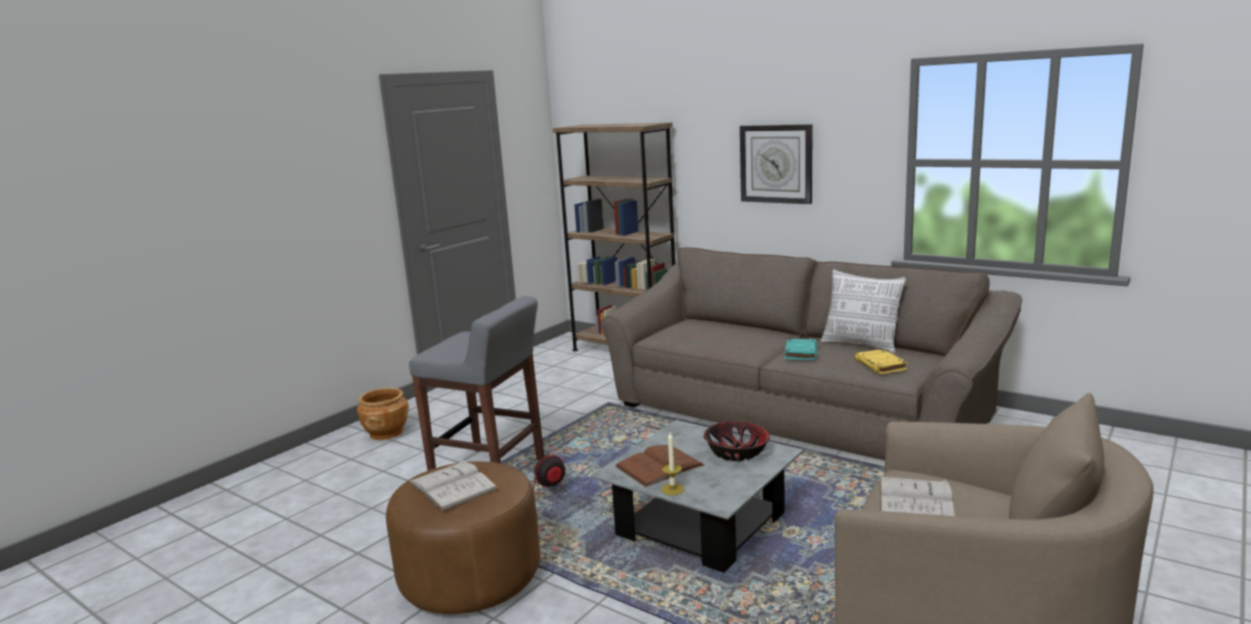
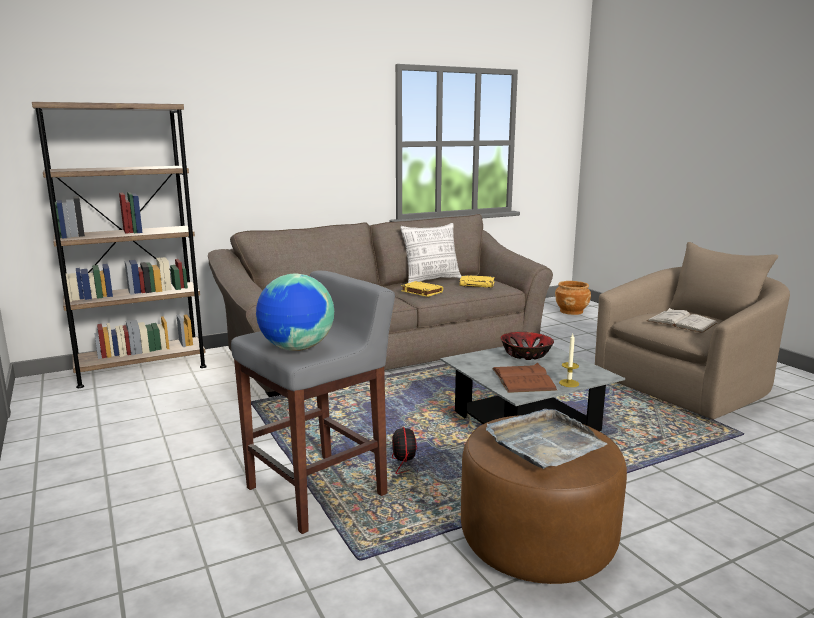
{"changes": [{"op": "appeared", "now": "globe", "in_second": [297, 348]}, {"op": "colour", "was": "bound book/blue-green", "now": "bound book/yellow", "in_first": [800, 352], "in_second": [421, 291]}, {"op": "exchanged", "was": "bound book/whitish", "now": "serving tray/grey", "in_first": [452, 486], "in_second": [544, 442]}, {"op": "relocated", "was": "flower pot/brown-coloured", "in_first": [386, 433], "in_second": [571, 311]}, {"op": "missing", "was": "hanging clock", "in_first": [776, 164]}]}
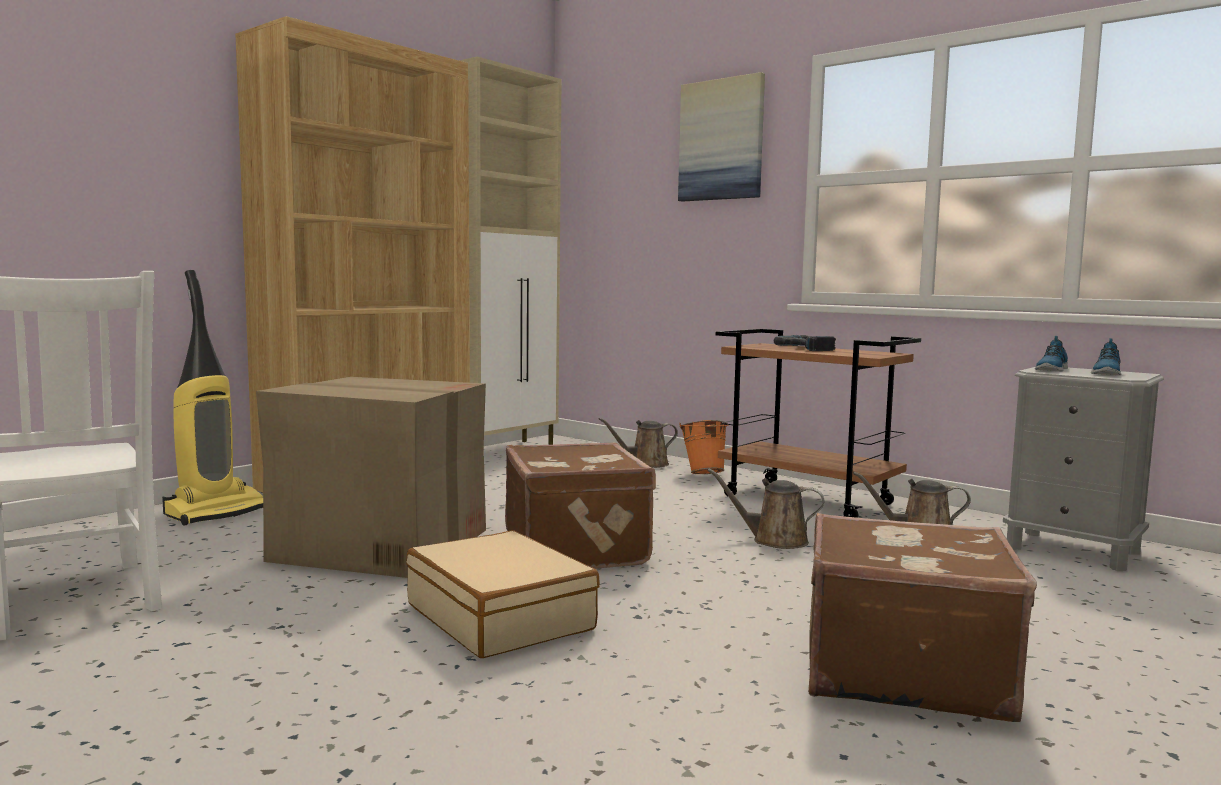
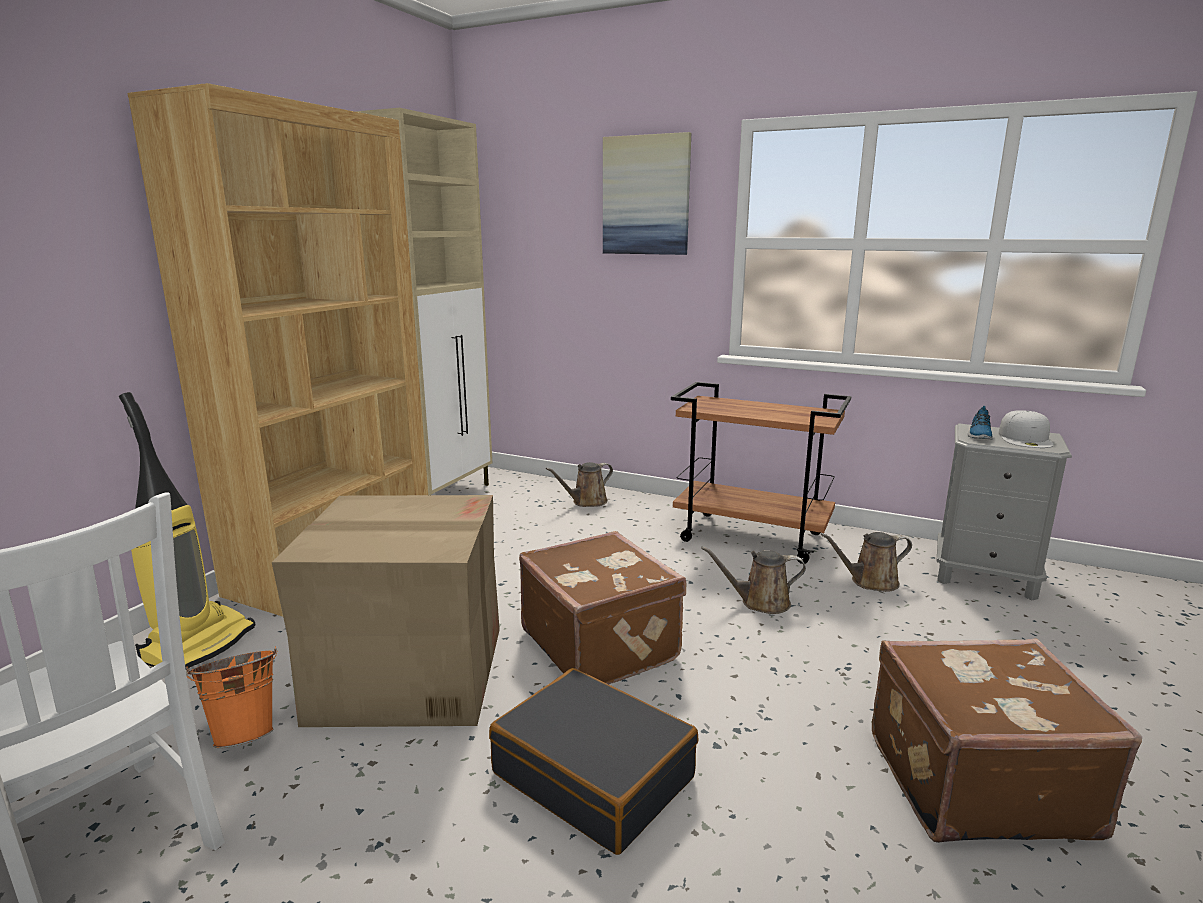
{"changes": [{"op": "relocated", "was": "water bucket/orangey", "in_first": [704, 474], "in_second": [246, 732]}, {"op": "colour", "was": "piece of luggage/sand-coloured", "now": "piece of luggage/blackish", "in_first": [501, 617], "in_second": [594, 775]}, {"op": "exchanged", "was": "item of footwear", "now": "cap/whitish", "in_first": [1106, 373], "in_second": [1025, 439]}, {"op": "missing", "was": "electric drill", "in_first": [809, 348]}]}
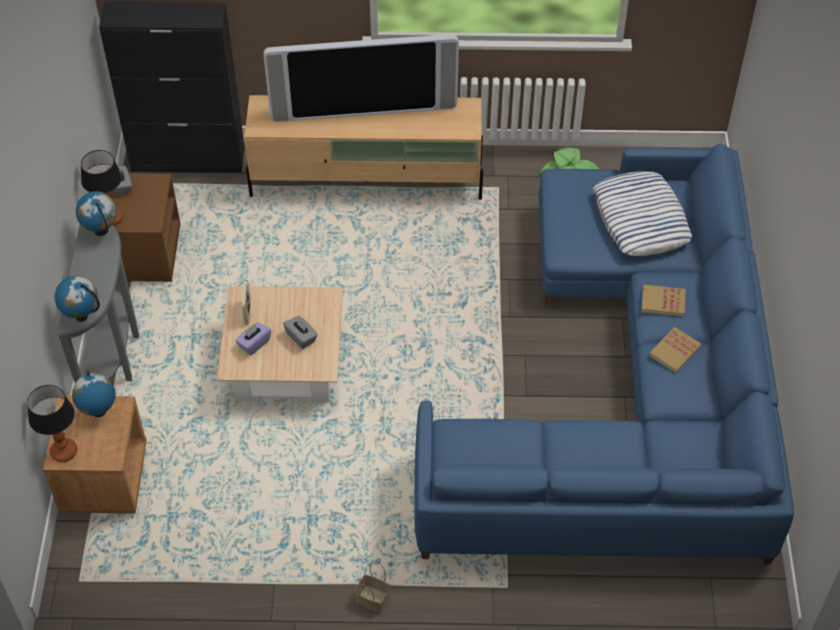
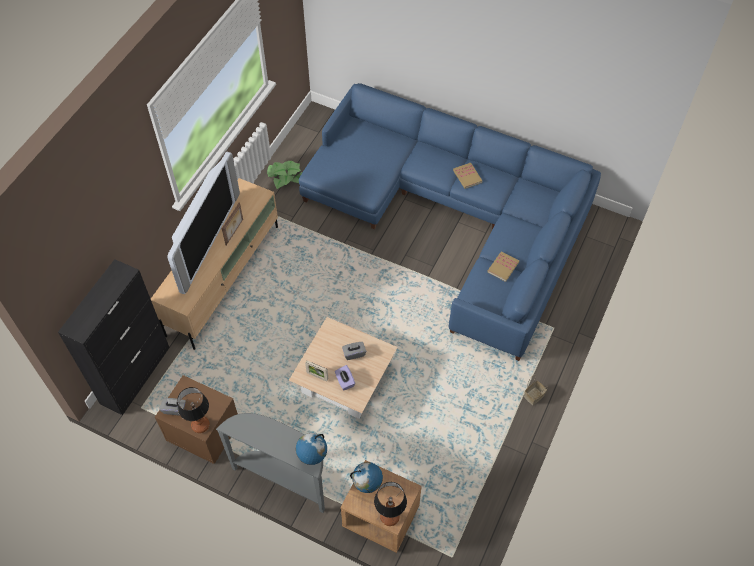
{"changes": [{"op": "appeared", "now": "picture frame", "in_second": [235, 232]}, {"op": "relocated", "was": "bound book", "in_first": [663, 302], "in_second": [503, 267]}, {"op": "missing", "was": "globe", "in_first": [101, 231]}, {"op": "missing", "was": "cushion", "in_first": [641, 219]}]}
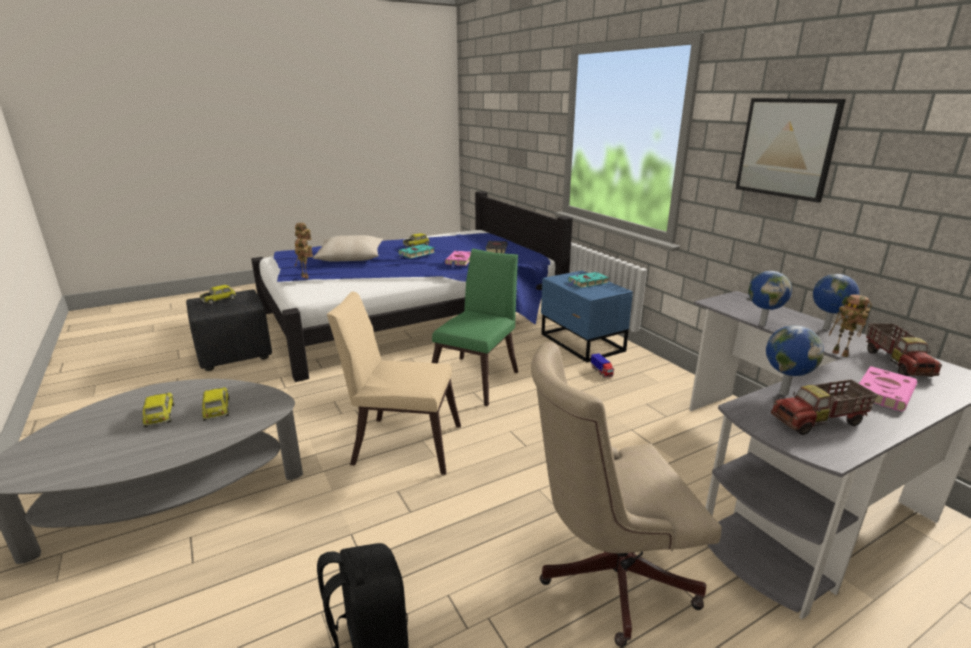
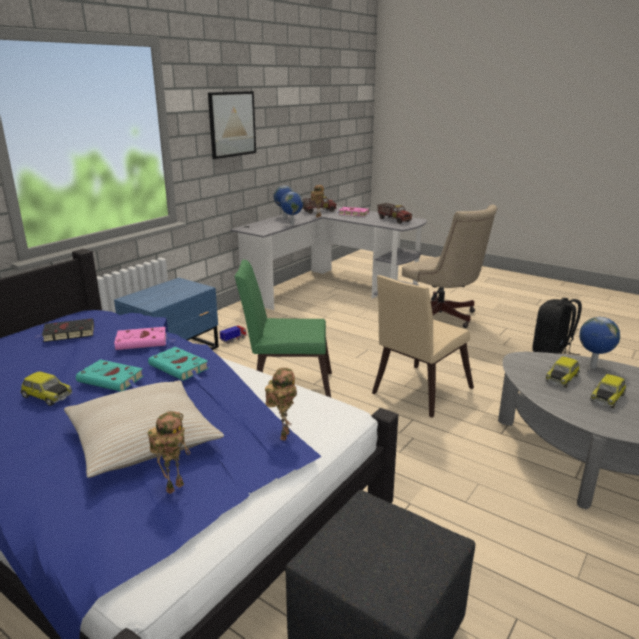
{"changes": [{"op": "relocated", "was": "bound book/blue-green", "in_first": [587, 282], "in_second": [180, 367]}, {"op": "spun", "was": "chair/sand-coloured", "in_first": [401, 443], "in_second": [417, 392], "clockwise": 60}, {"op": "relocated", "was": "globe", "in_first": [782, 392], "in_second": [592, 367]}, {"op": "missing", "was": "toy car", "in_first": [219, 300]}]}
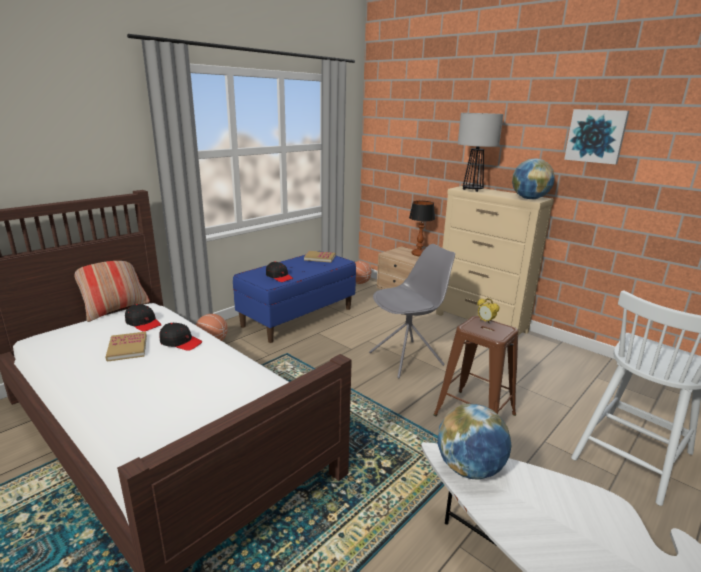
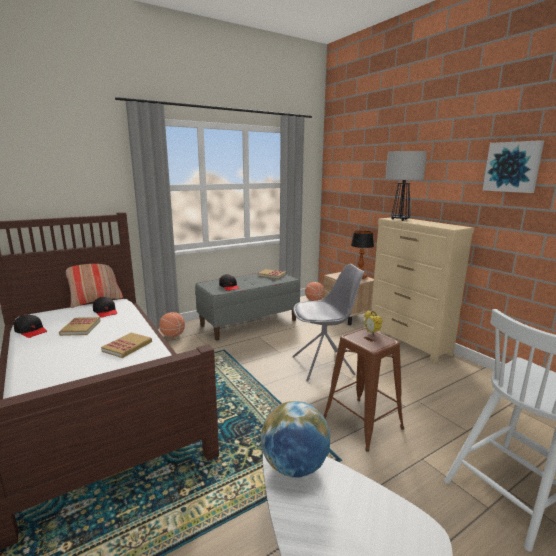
{"changes": [{"op": "relocated", "was": "cap/blackish", "in_first": [180, 342], "in_second": [31, 331]}, {"op": "appeared", "now": "bound book", "in_second": [127, 346]}, {"op": "colour", "was": "long seat/blue", "now": "long seat/grey", "in_first": [298, 317], "in_second": [249, 322]}, {"op": "missing", "was": "globe", "in_first": [529, 199]}]}
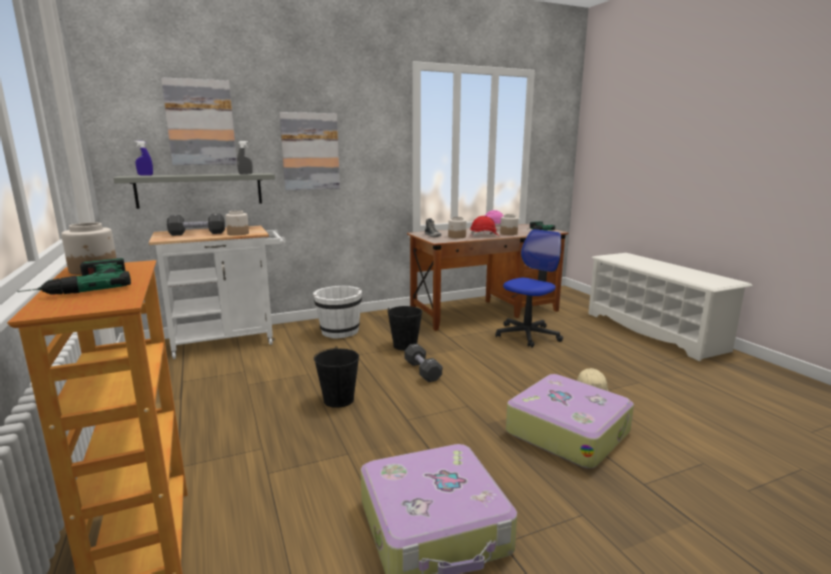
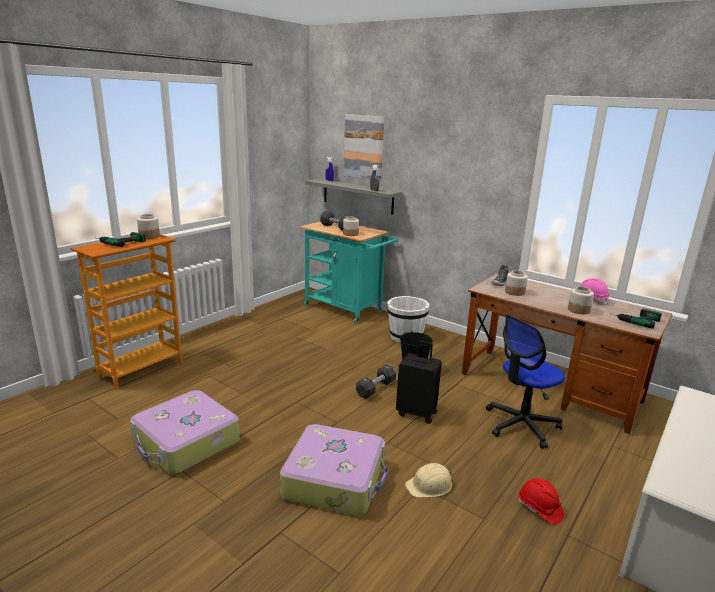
{"changes": [{"op": "colour", "was": "wheeled cart/whitish", "now": "wheeled cart/blue-green", "in_first": [230, 340], "in_second": [346, 309]}, {"op": "appeared", "now": "piece of luggage/blackish", "in_second": [417, 413]}, {"op": "spun", "was": "office chair", "in_first": [527, 335], "in_second": [521, 425], "clockwise": 135}, {"op": "relocated", "was": "hard hat/red-coloured", "in_first": [484, 236], "in_second": [539, 509]}, {"op": "missing", "was": "picture", "in_first": [310, 151]}, {"op": "missing", "was": "water bucket/blackish", "in_first": [339, 399]}]}
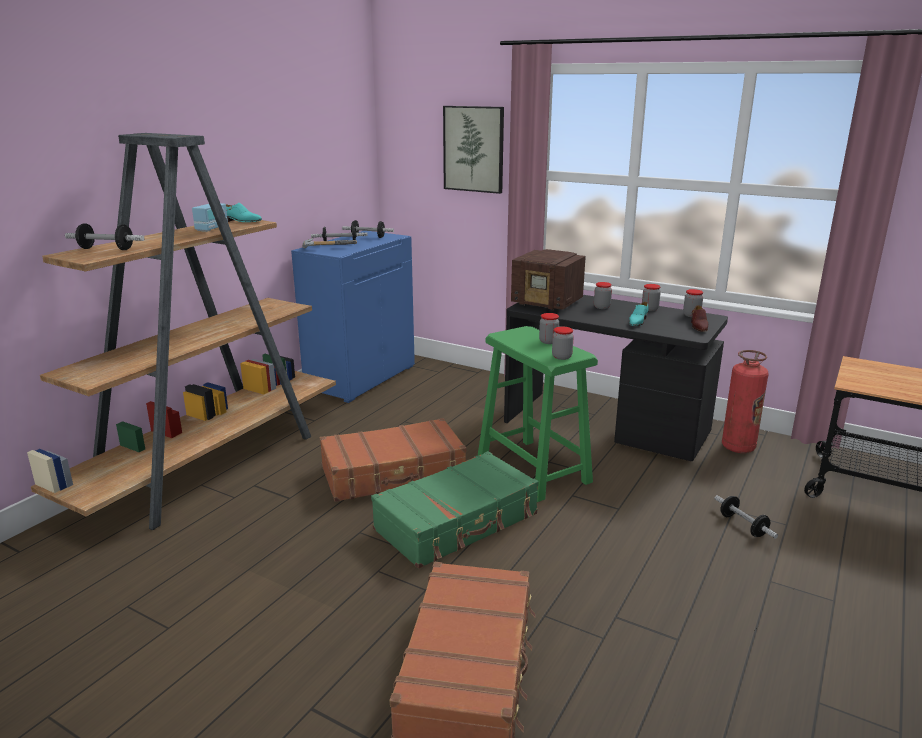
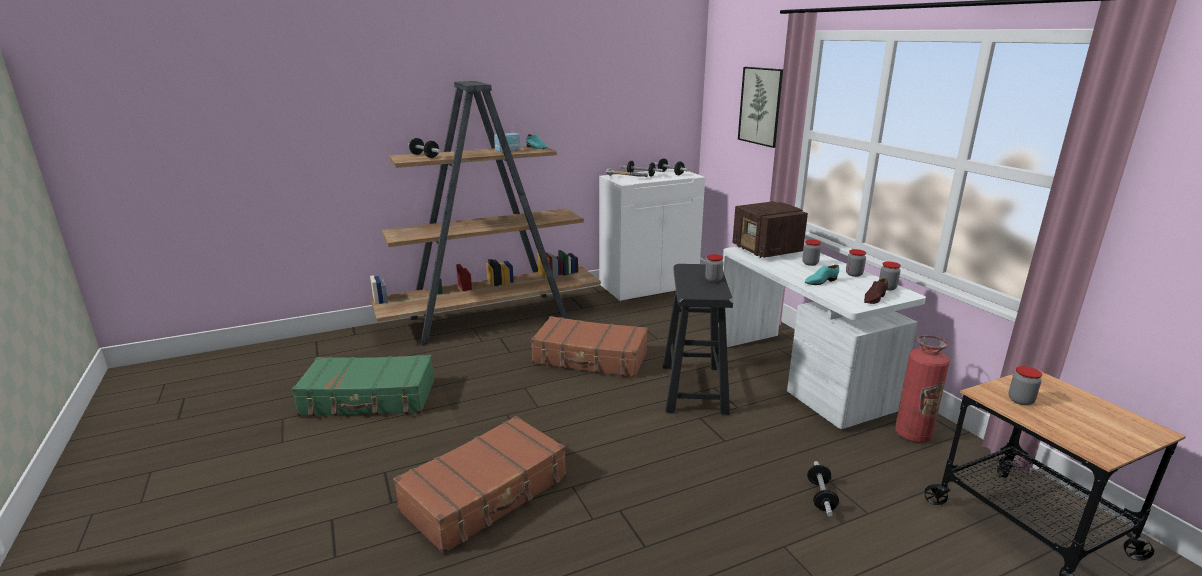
{"changes": [{"op": "relocated", "was": "piece of luggage/greenish", "in_first": [457, 522], "in_second": [369, 398]}, {"op": "colour", "was": "storage cabinet/blue", "now": "storage cabinet/whitish", "in_first": [360, 377], "in_second": [648, 287]}, {"op": "colour", "was": "stool/greenish", "now": "stool/blackish", "in_first": [532, 469], "in_second": [694, 388]}, {"op": "colour", "was": "desk unit/blackish", "now": "desk unit/whitish", "in_first": [606, 426], "in_second": [800, 377]}, {"op": "relocated", "was": "jar", "in_first": [561, 357], "in_second": [1020, 400]}]}
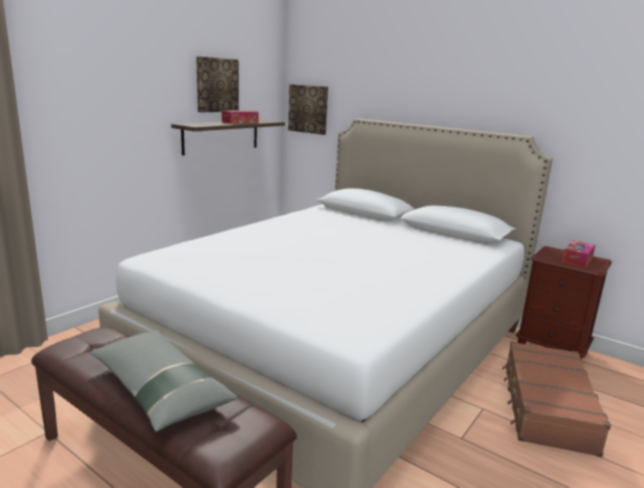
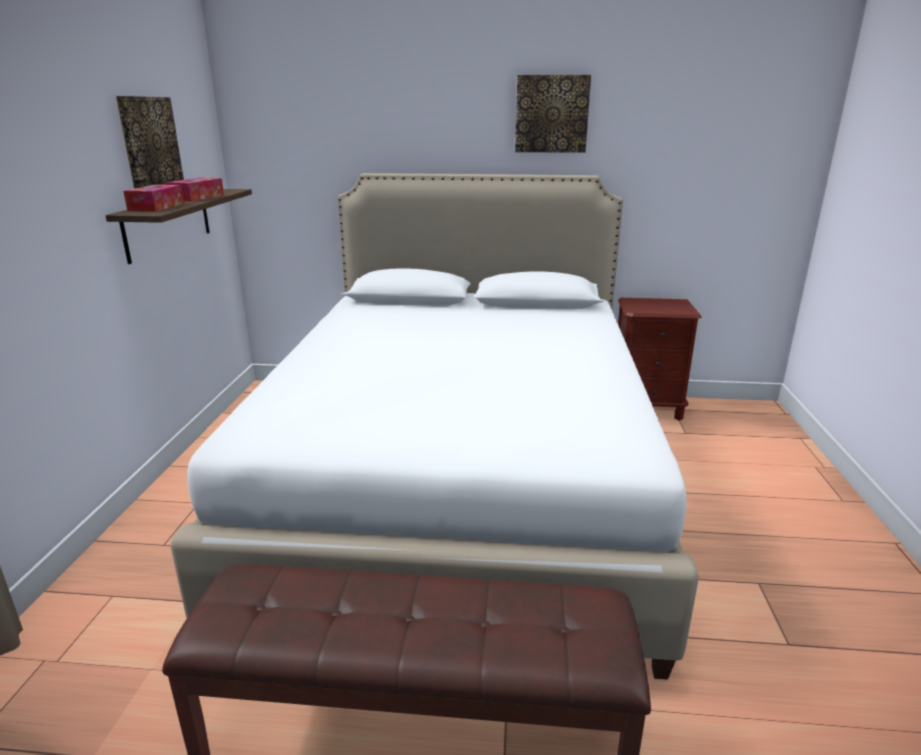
{"changes": [{"op": "relocated", "was": "box of tissues", "in_first": [577, 260], "in_second": [156, 207]}, {"op": "relocated", "was": "picture", "in_first": [308, 109], "in_second": [551, 114]}, {"op": "missing", "was": "cushion/grey", "in_first": [159, 389]}, {"op": "missing", "was": "piece of luggage/brown-coloured", "in_first": [546, 407]}]}
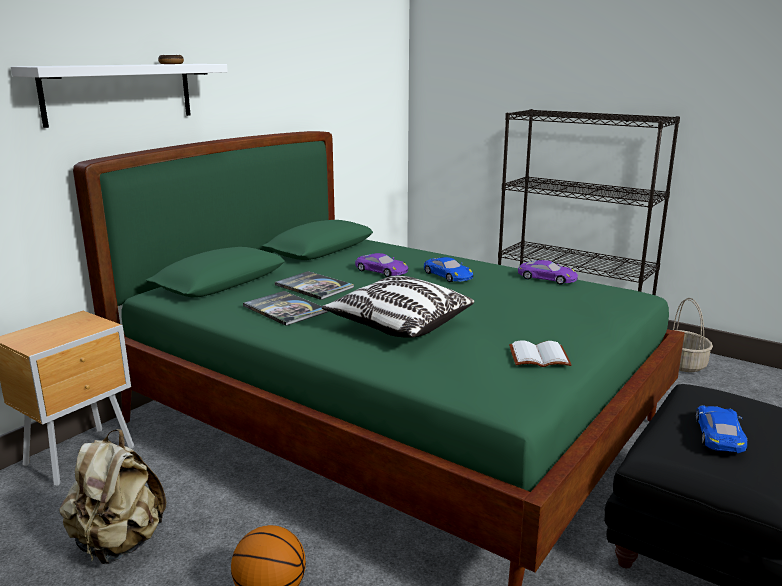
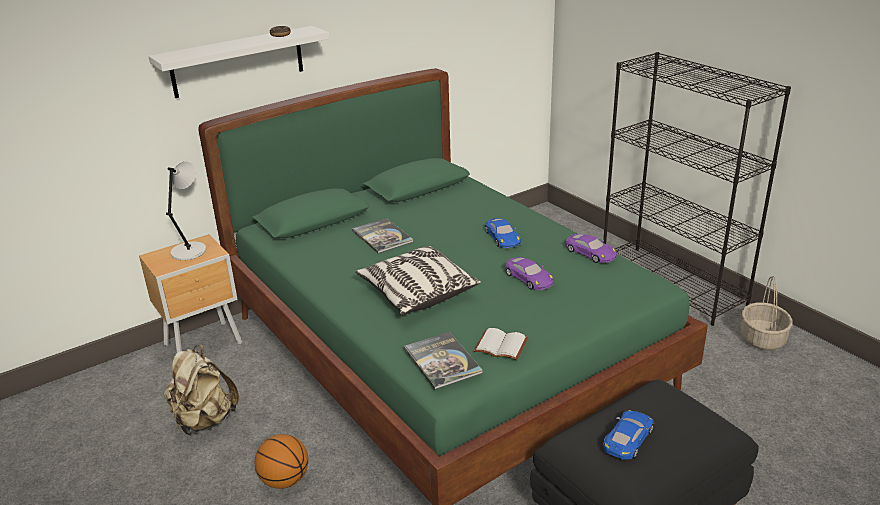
{"changes": [{"op": "appeared", "now": "table lamp/grey", "in_second": [190, 250]}, {"op": "relocated", "was": "bound book", "in_first": [285, 309], "in_second": [442, 361]}, {"op": "relocated", "was": "toy car/purplish", "in_first": [381, 271], "in_second": [528, 278]}]}
